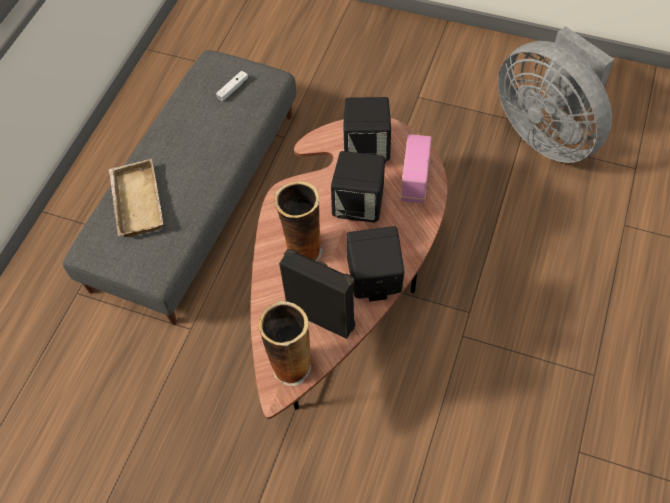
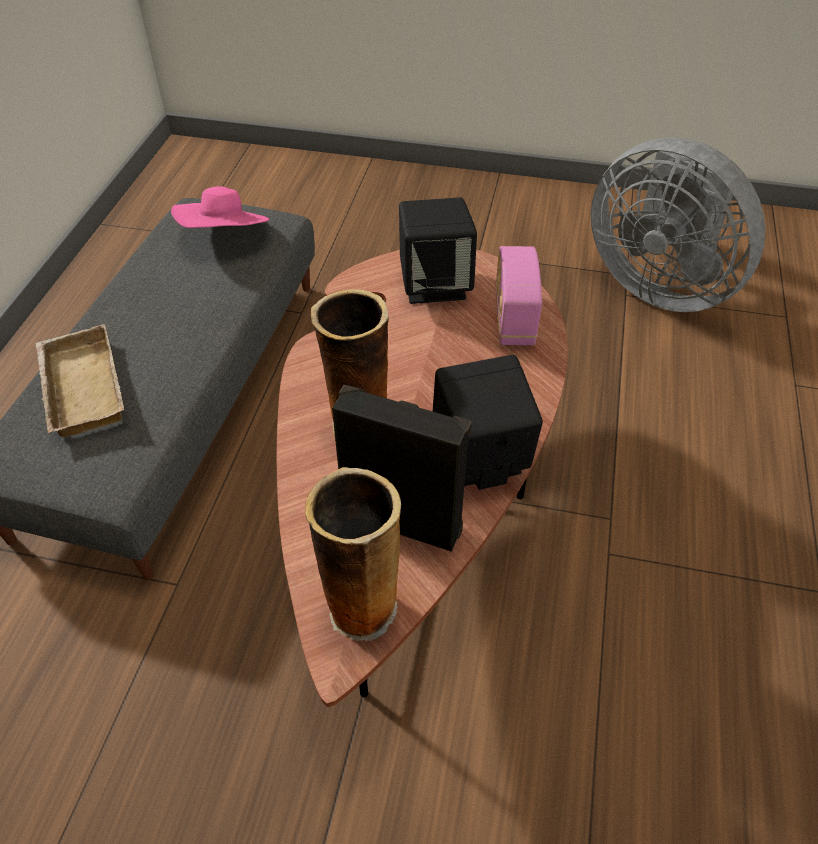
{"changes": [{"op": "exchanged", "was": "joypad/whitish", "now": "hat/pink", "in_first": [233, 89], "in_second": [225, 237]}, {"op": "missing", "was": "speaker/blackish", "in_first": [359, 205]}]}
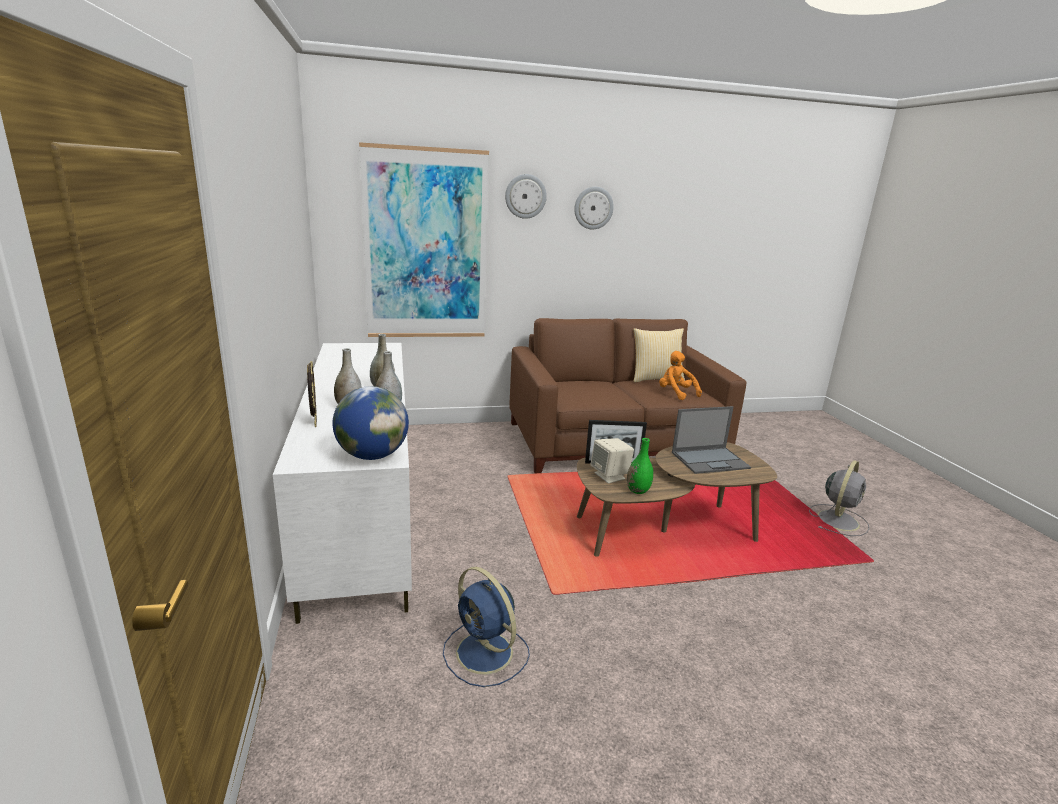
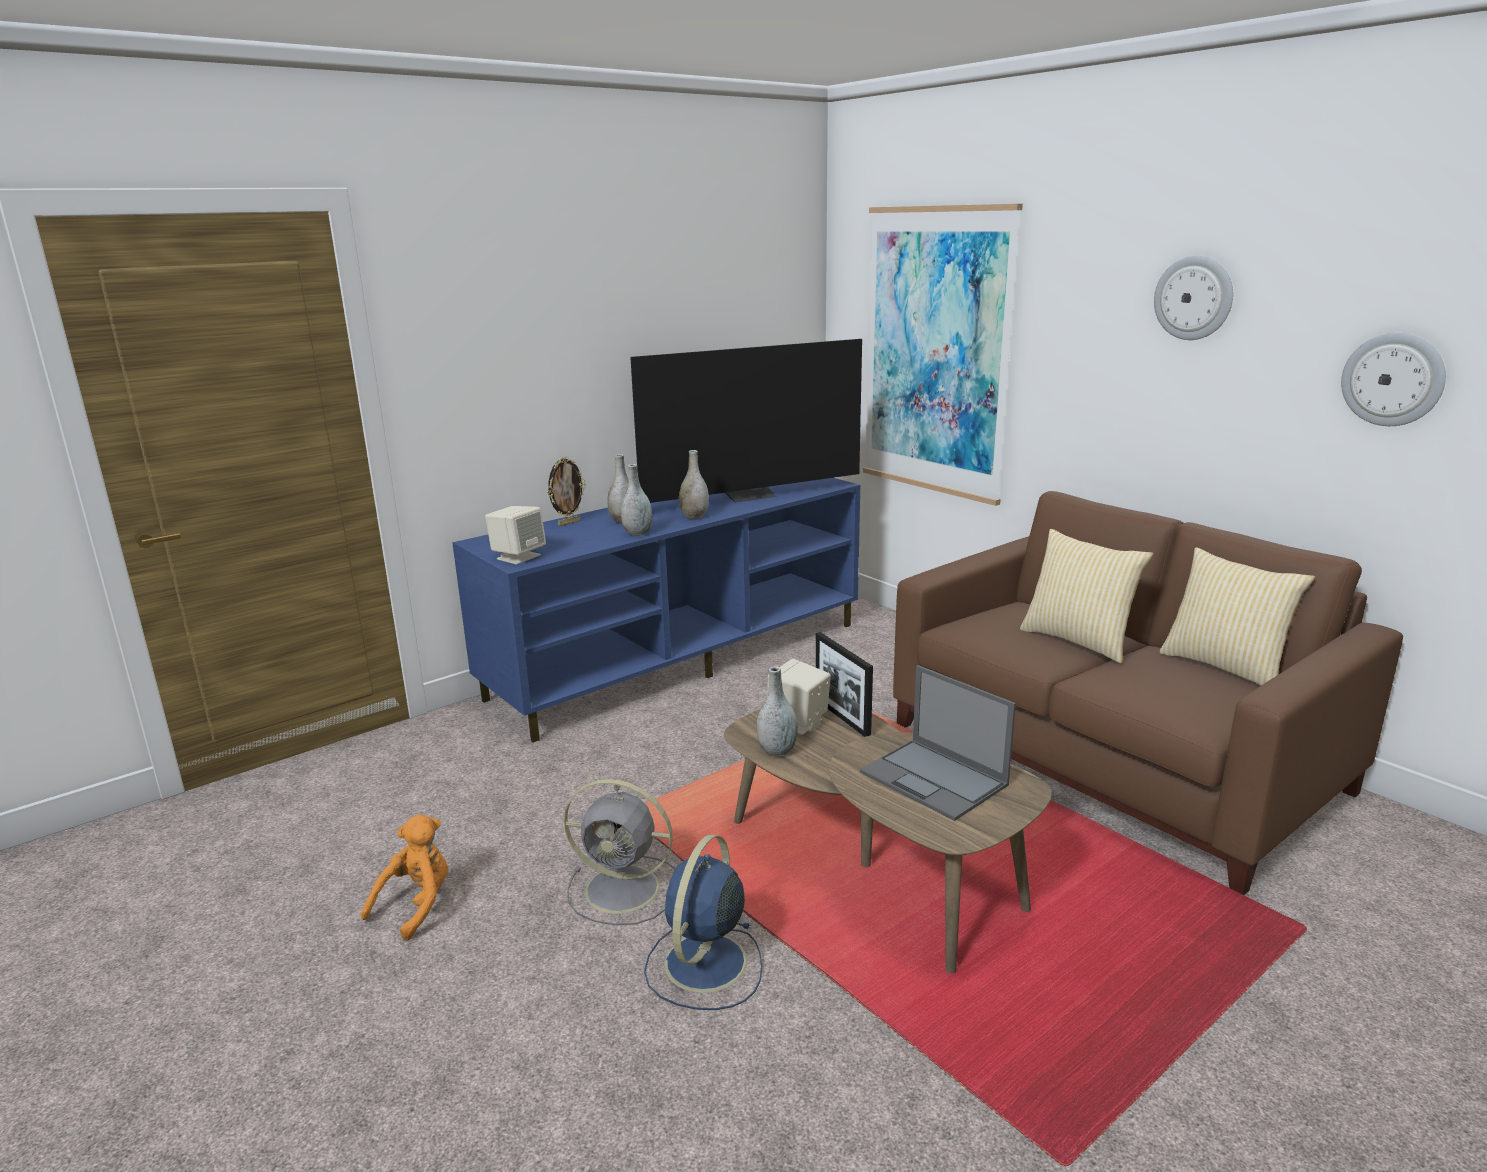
{"changes": [{"op": "relocated", "was": "cuddly toy/orangey", "in_first": [676, 393], "in_second": [417, 905]}, {"op": "colour", "was": "tv unit/whitish", "now": "tv unit/blue", "in_first": [361, 509], "in_second": [680, 660]}, {"op": "exchanged", "was": "globe", "now": "speaker/sand-coloured", "in_first": [372, 456], "in_second": [518, 557]}, {"op": "relocated", "was": "cooling fan/grey", "in_first": [838, 520], "in_second": [626, 889]}, {"op": "appeared", "now": "television", "in_second": [750, 495]}, {"op": "relocated", "was": "cooling fan/blue", "in_first": [486, 654], "in_second": [704, 965]}, {"op": "colour", "was": "flower vase/greenish", "now": "flower vase/grey", "in_first": [638, 491], "in_second": [777, 751]}, {"op": "appeared", "now": "cushion", "in_second": [1079, 640]}, {"op": "relocated", "was": "hanging clock", "in_first": [525, 196], "in_second": [1393, 379]}]}
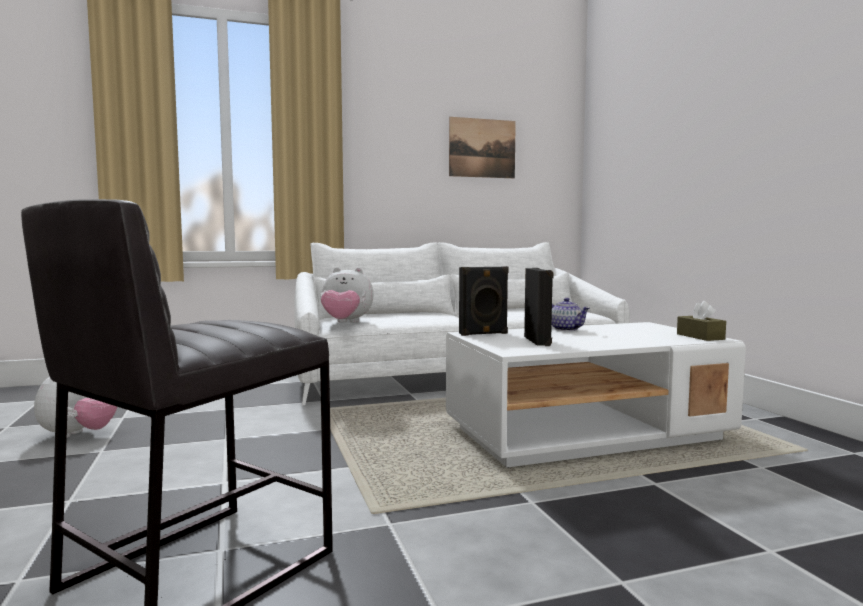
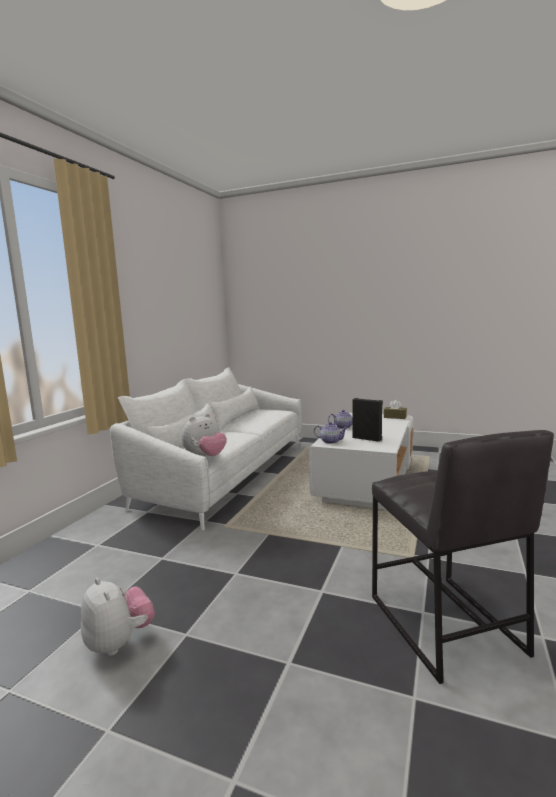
{"changes": [{"op": "exchanged", "was": "speaker/blackish", "now": "pot for tea", "in_first": [483, 334], "in_second": [330, 441]}, {"op": "missing", "was": "picture", "in_first": [482, 148]}]}
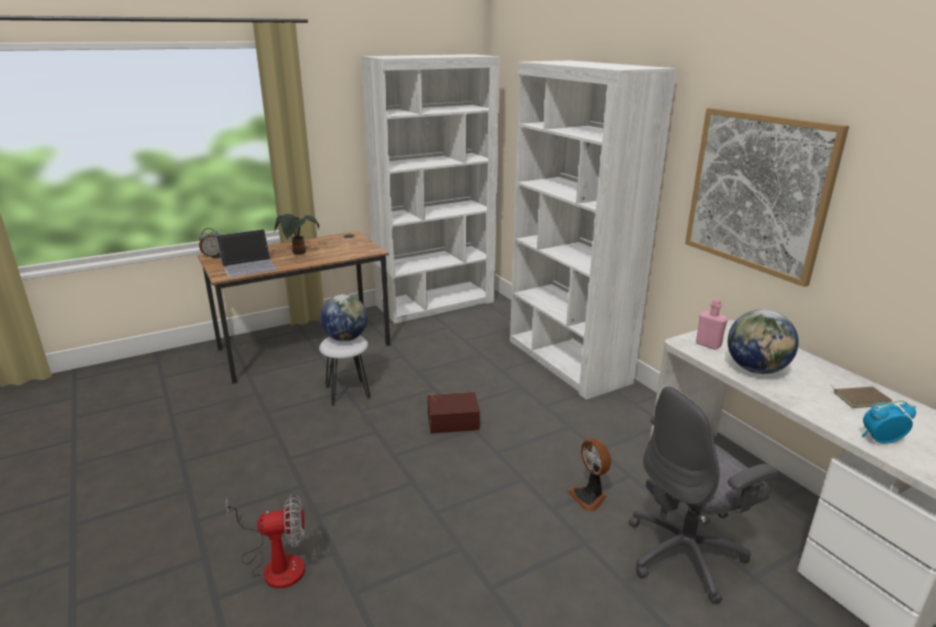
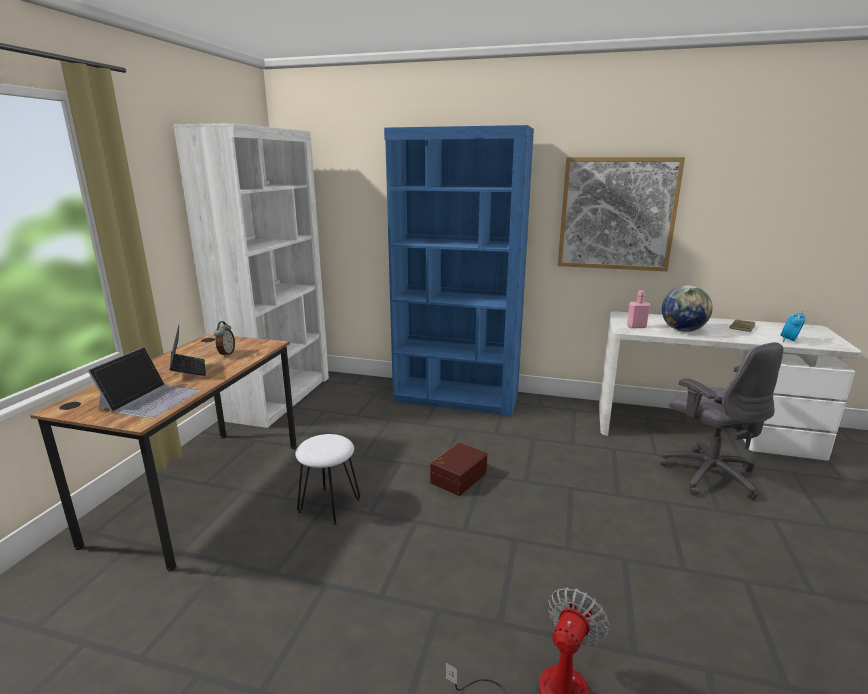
{"changes": [{"op": "exchanged", "was": "potted plant", "now": "notebook computer", "in_first": [299, 253], "in_second": [188, 369]}, {"op": "relocated", "was": "table clock", "in_first": [212, 255], "in_second": [226, 354]}, {"op": "colour", "was": "shelving unit/whitish", "now": "shelving unit/blue", "in_first": [567, 361], "in_second": [456, 398]}, {"op": "spun", "was": "office chair/grey", "in_first": [686, 554], "in_second": [708, 474], "clockwise": -45}, {"op": "missing", "was": "globe", "in_first": [345, 338]}, {"op": "missing", "was": "cooling fan", "in_first": [589, 496]}]}
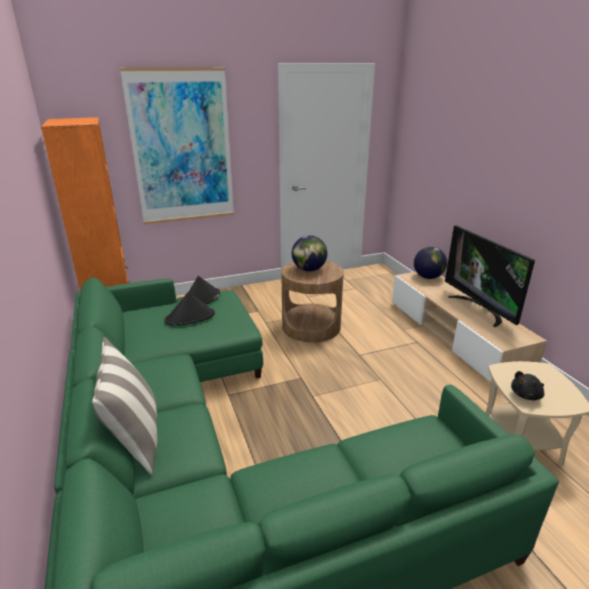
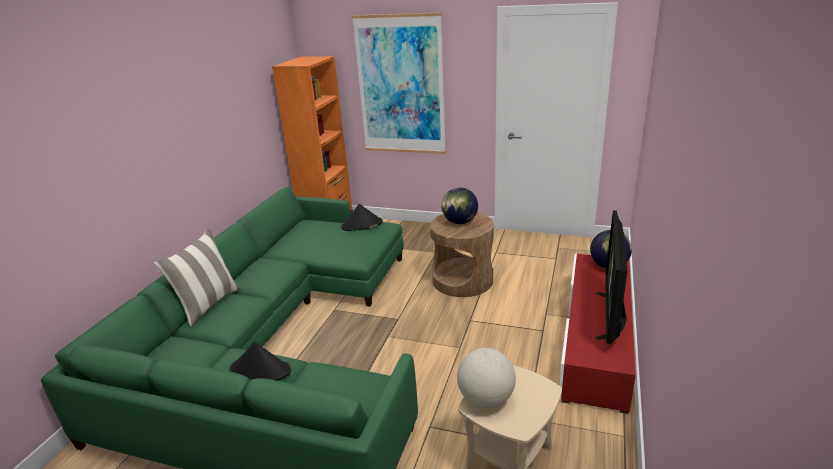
{"changes": [{"op": "relocated", "was": "hat/blackish", "in_first": [190, 317], "in_second": [260, 370]}, {"op": "exchanged", "was": "cuddly toy/blackish", "now": "globe", "in_first": [527, 395], "in_second": [486, 399]}, {"op": "colour", "was": "tv unit/sand-coloured", "now": "tv unit/red-coloured", "in_first": [454, 334], "in_second": [595, 339]}]}
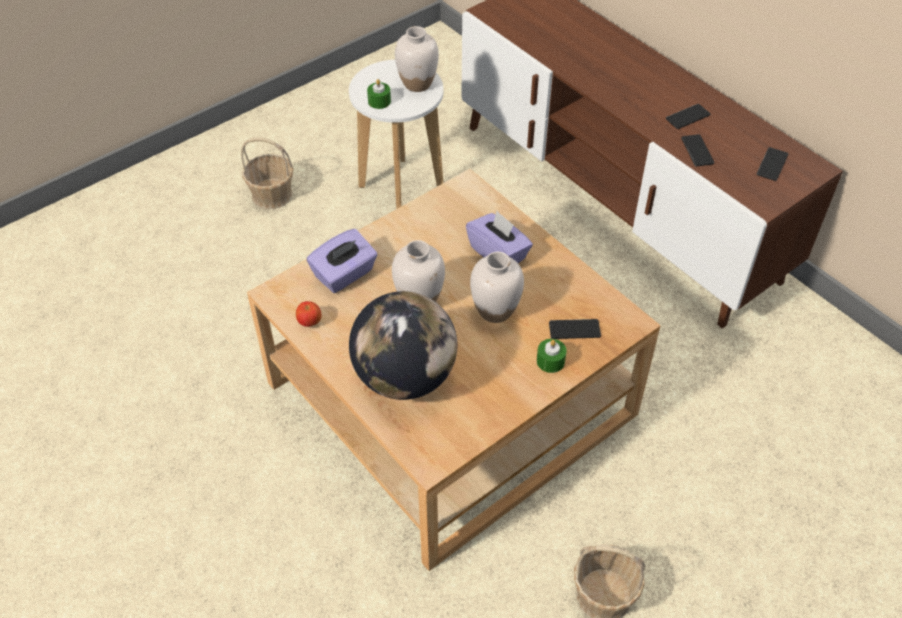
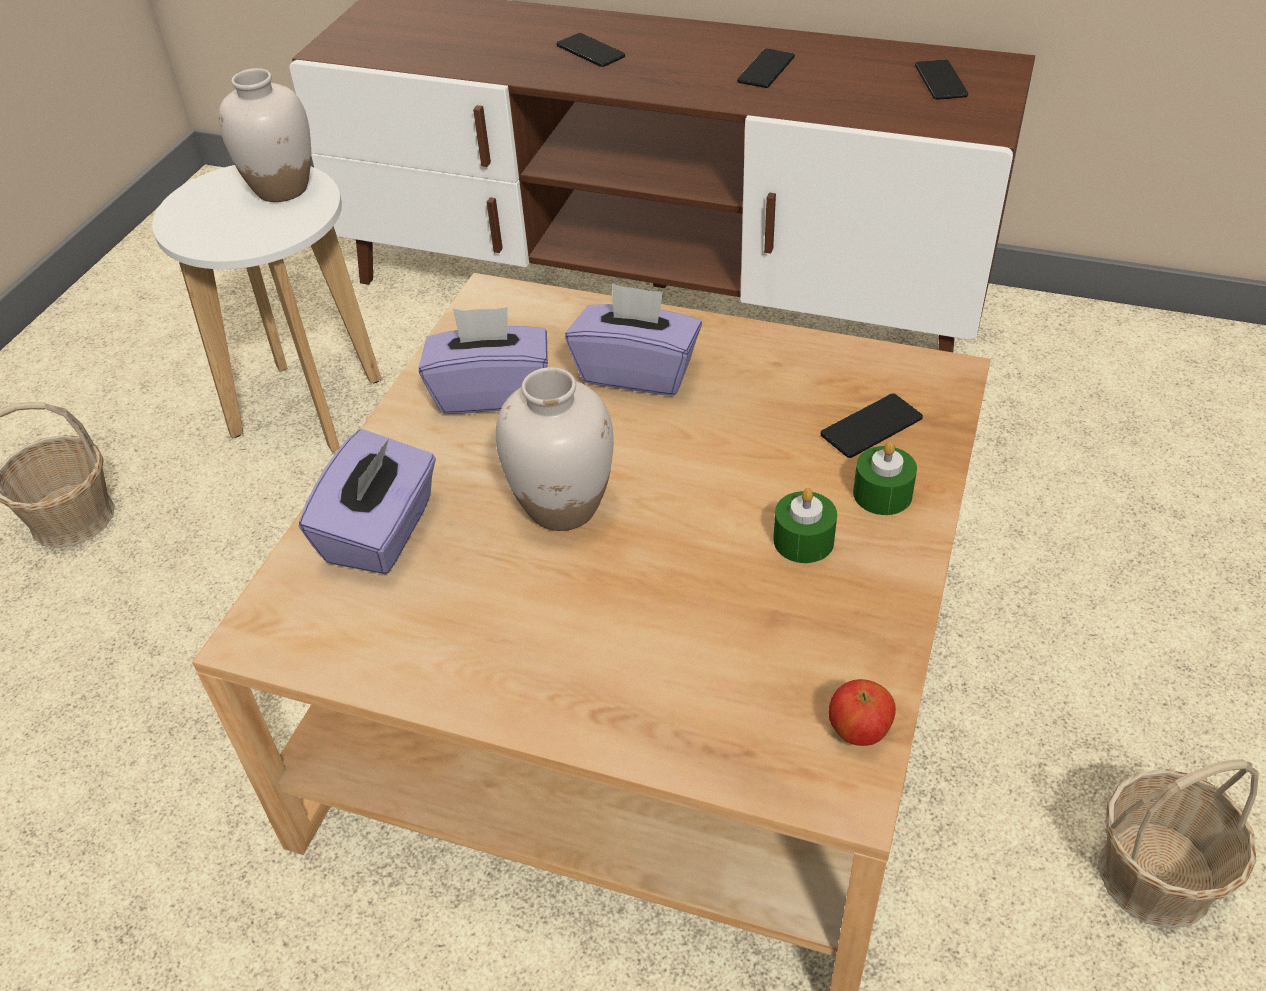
{"changes": [{"op": "appeared", "now": "box of tissues/purplish", "in_second": [491, 392]}, {"op": "relocated", "was": "handset", "in_first": [697, 151], "in_second": [590, 51]}, {"op": "relocated", "was": "wax candle/greenish", "in_first": [379, 101], "in_second": [803, 540]}, {"op": "relocated", "was": "whole apple", "in_first": [310, 322], "in_second": [859, 731]}, {"op": "missing", "was": "globe", "in_first": [405, 377]}, {"op": "missing", "was": "flower vase/whitish", "in_first": [495, 310]}]}
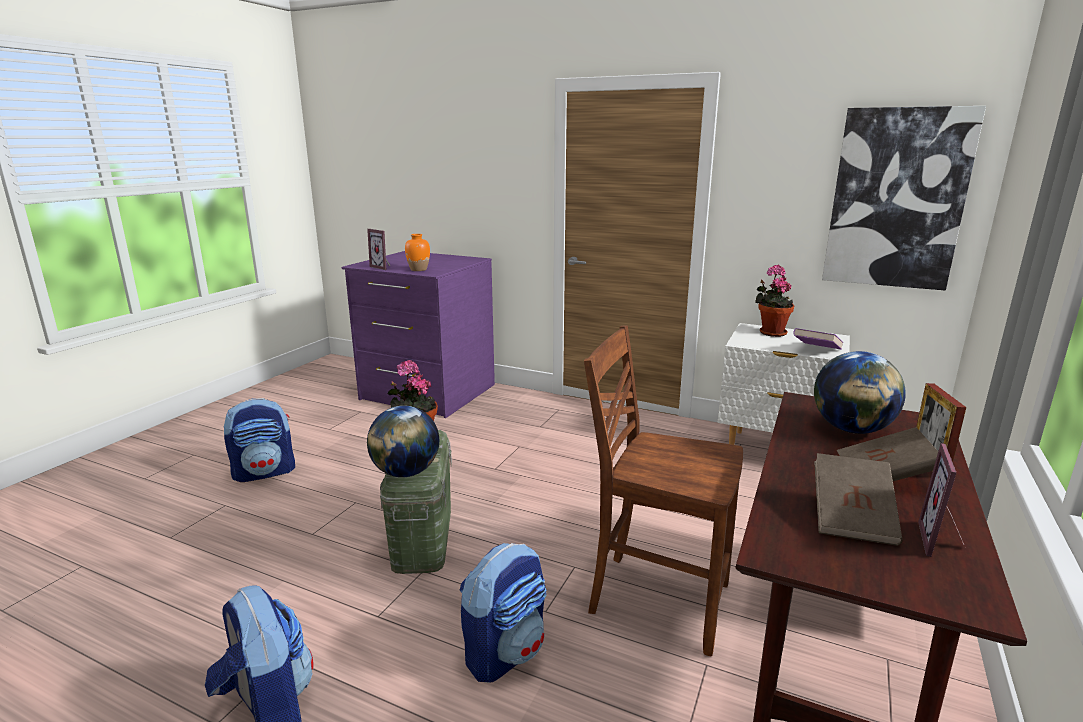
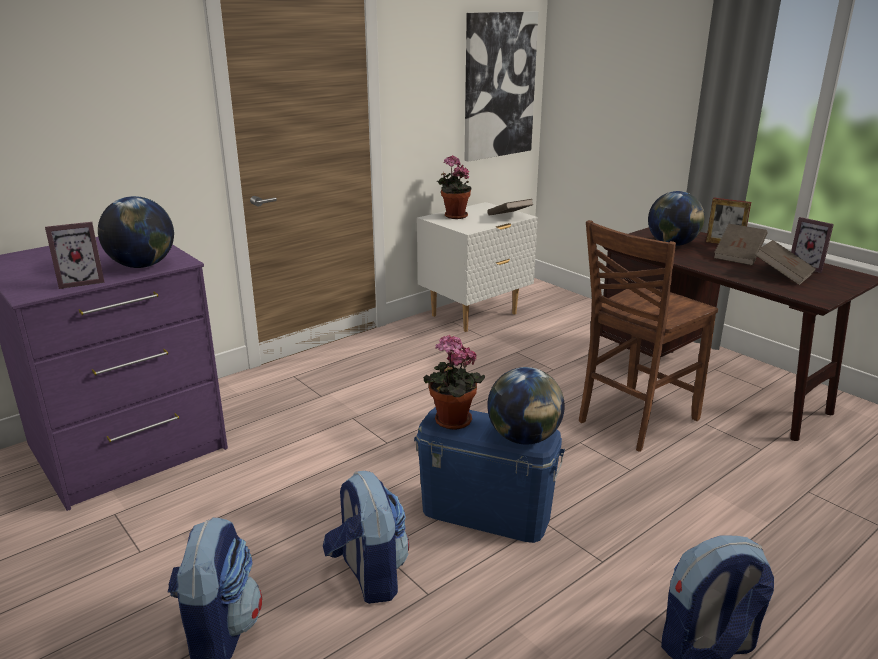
{"changes": [{"op": "exchanged", "was": "flower vase/orangey", "now": "globe", "in_first": [419, 269], "in_second": [142, 266]}, {"op": "relocated", "was": "knapsack", "in_first": [505, 652], "in_second": [368, 575]}, {"op": "colour", "was": "storage bin/greenish", "now": "storage bin/blue", "in_first": [423, 537], "in_second": [486, 512]}, {"op": "colour", "was": "bound book/purplish", "now": "bound book/brown-coloured", "in_first": [816, 351], "in_second": [509, 217]}]}
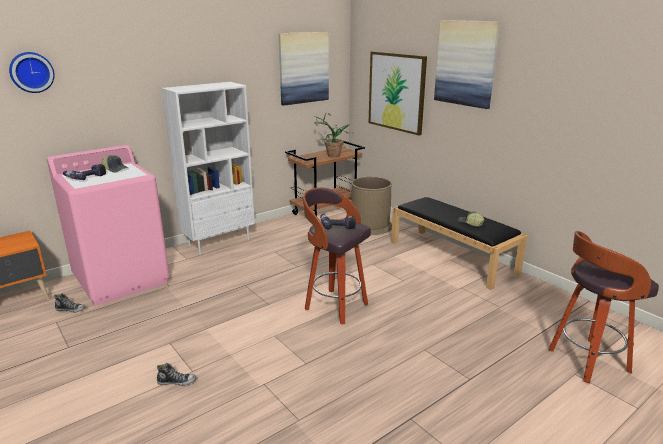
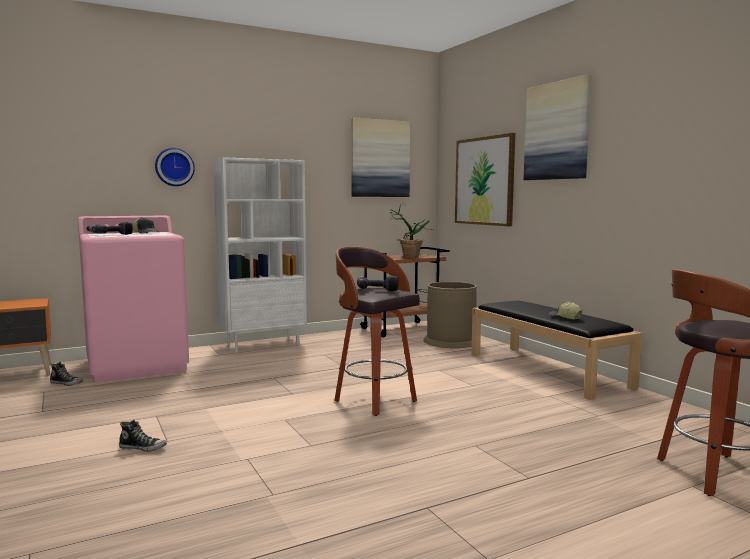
{"changes": [{"op": "relocated", "was": "hanging clock", "in_first": [31, 72], "in_second": [174, 167]}]}
